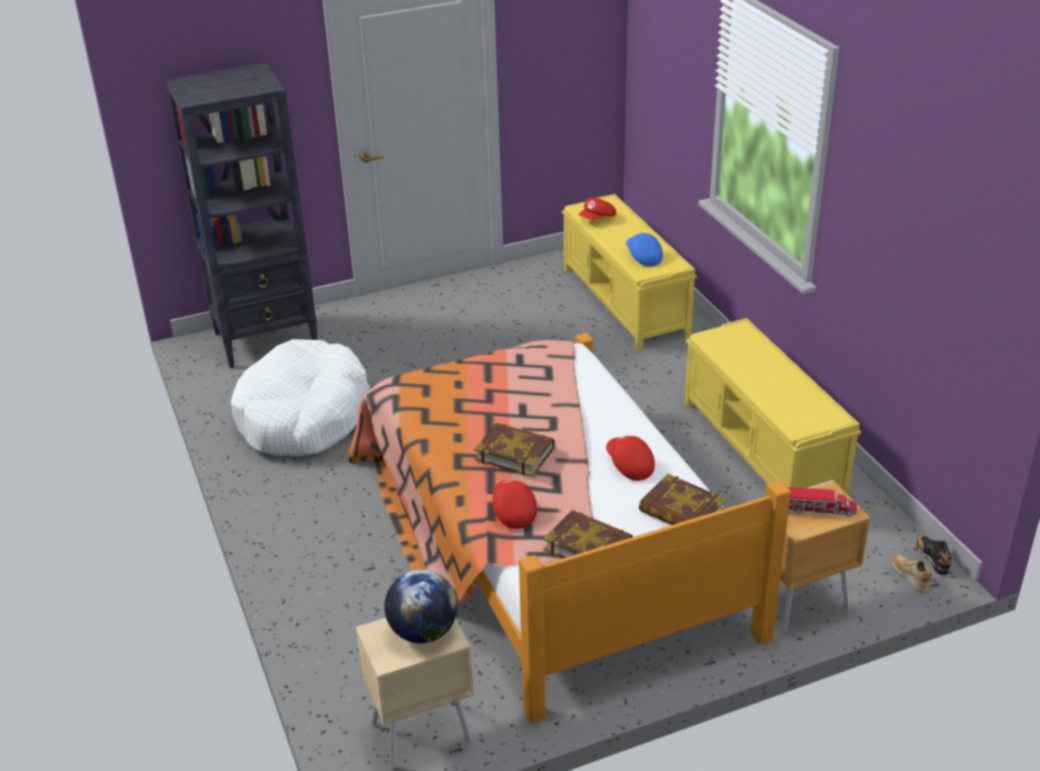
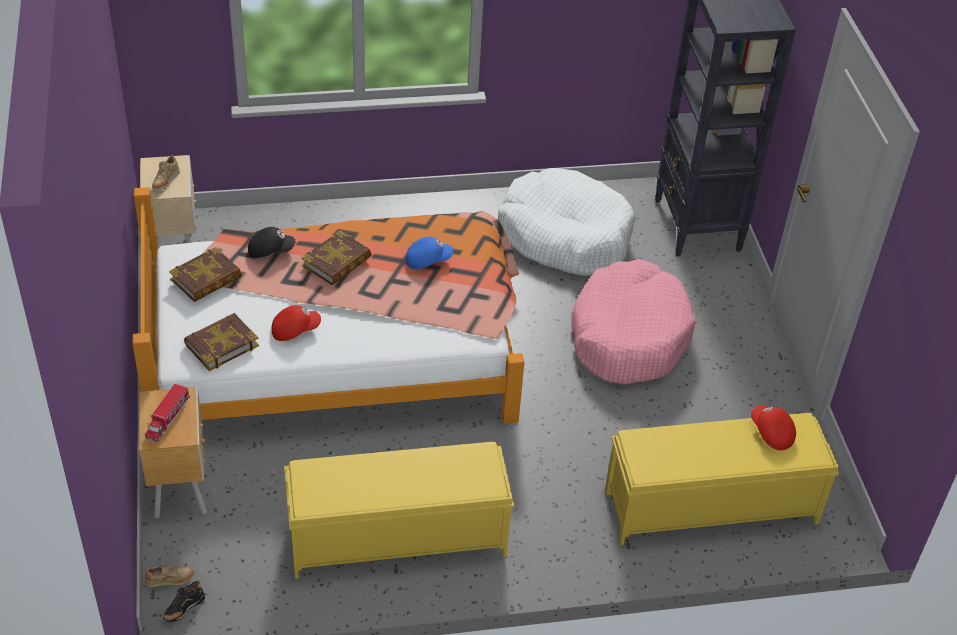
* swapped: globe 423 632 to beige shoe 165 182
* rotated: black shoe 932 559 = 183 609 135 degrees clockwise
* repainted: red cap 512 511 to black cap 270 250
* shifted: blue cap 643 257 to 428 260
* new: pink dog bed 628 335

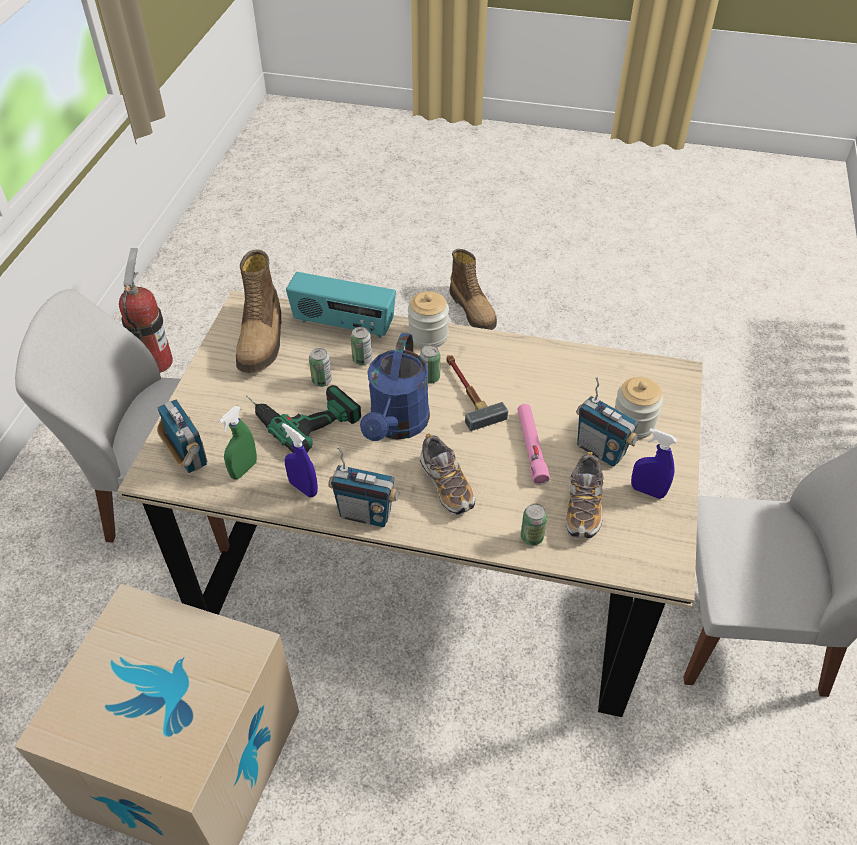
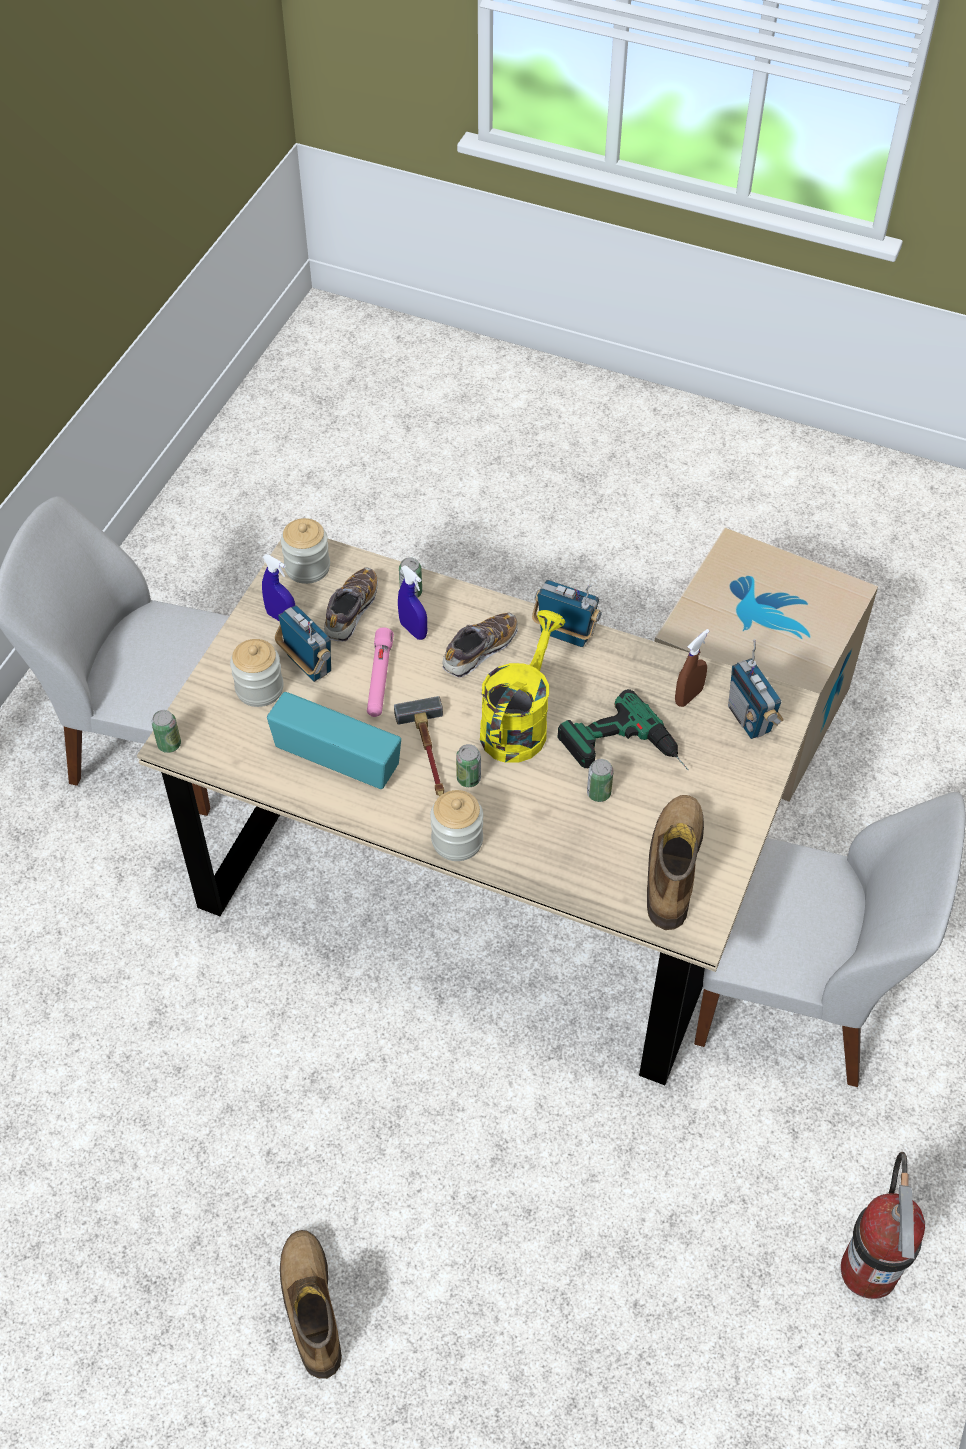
* shifted: can 362 359 to 169 744
* shifted: radio 343 325 to 338 759
* new: jar 307 567
* shifted: blue spray bottle 303 488 to 413 630
* rotated: shoe 446 485 = 479 651 60 degrees clockwise
* repainted: blue watering can 397 426 to yellow watering can 518 723
* repainted: green spray bottle 243 469 to brown spray bottle 688 696

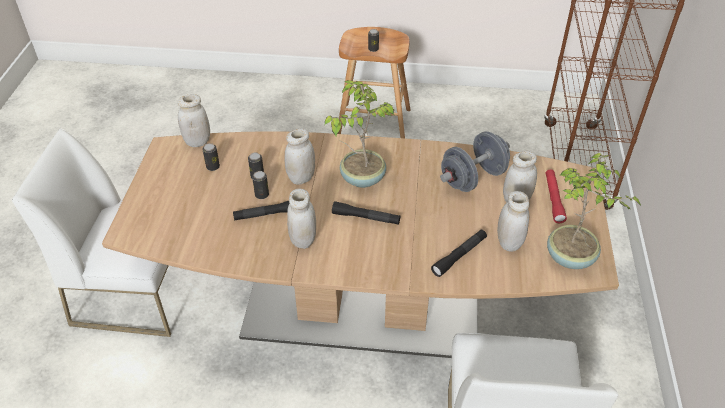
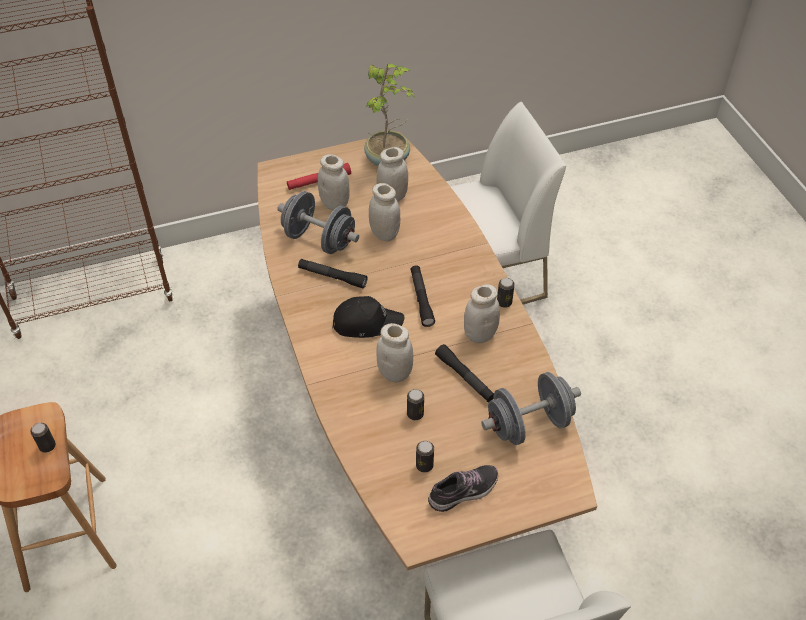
* shifted: black flashlight 459 256 to 332 277
* swapped: potted plant 361 178 to black cap 366 322
* shifted: white jar 197 142 to 384 234
* new: shoe 463 491
* new: grey dumbbell 528 424
* shifted: can 262 195 to 504 302

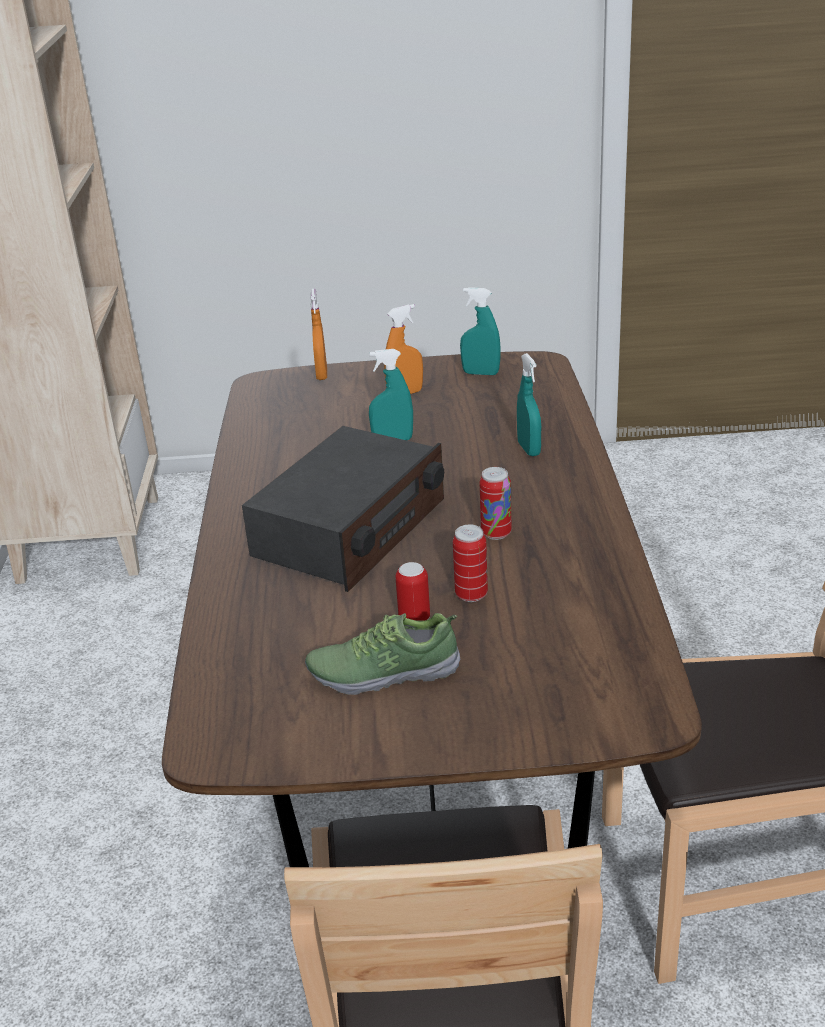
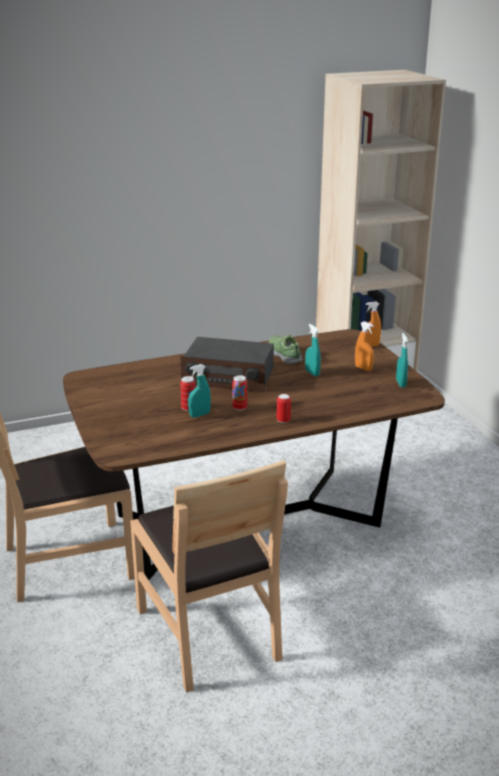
* shifted: turquoise spray bottle 529 449 to 199 415
* shifted: shoe 383 672 to 284 355
* shifted: can 414 618 to 283 420

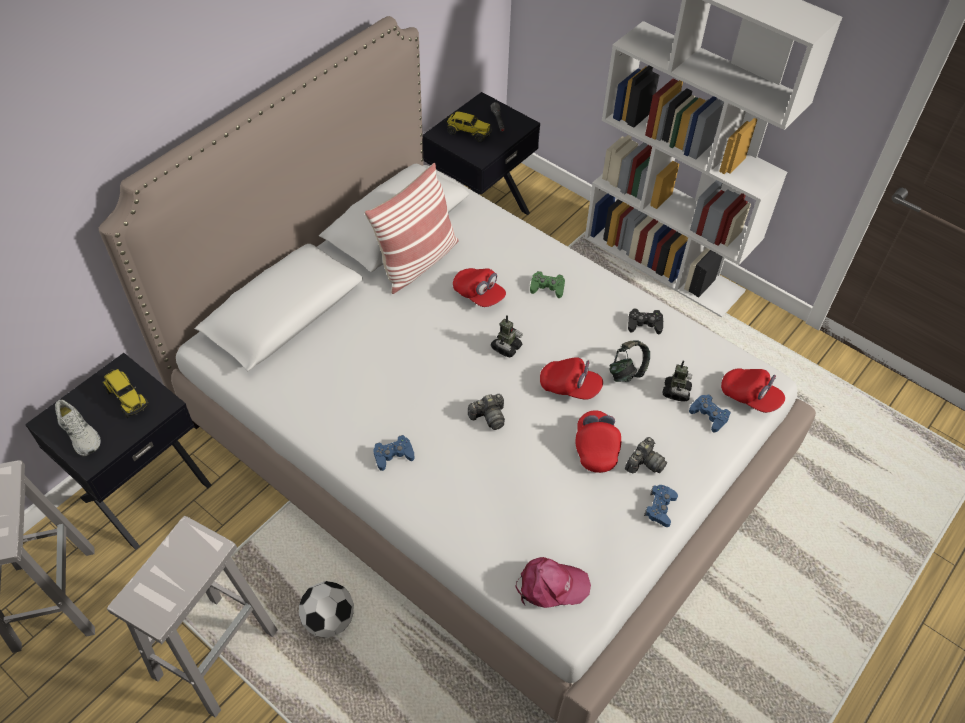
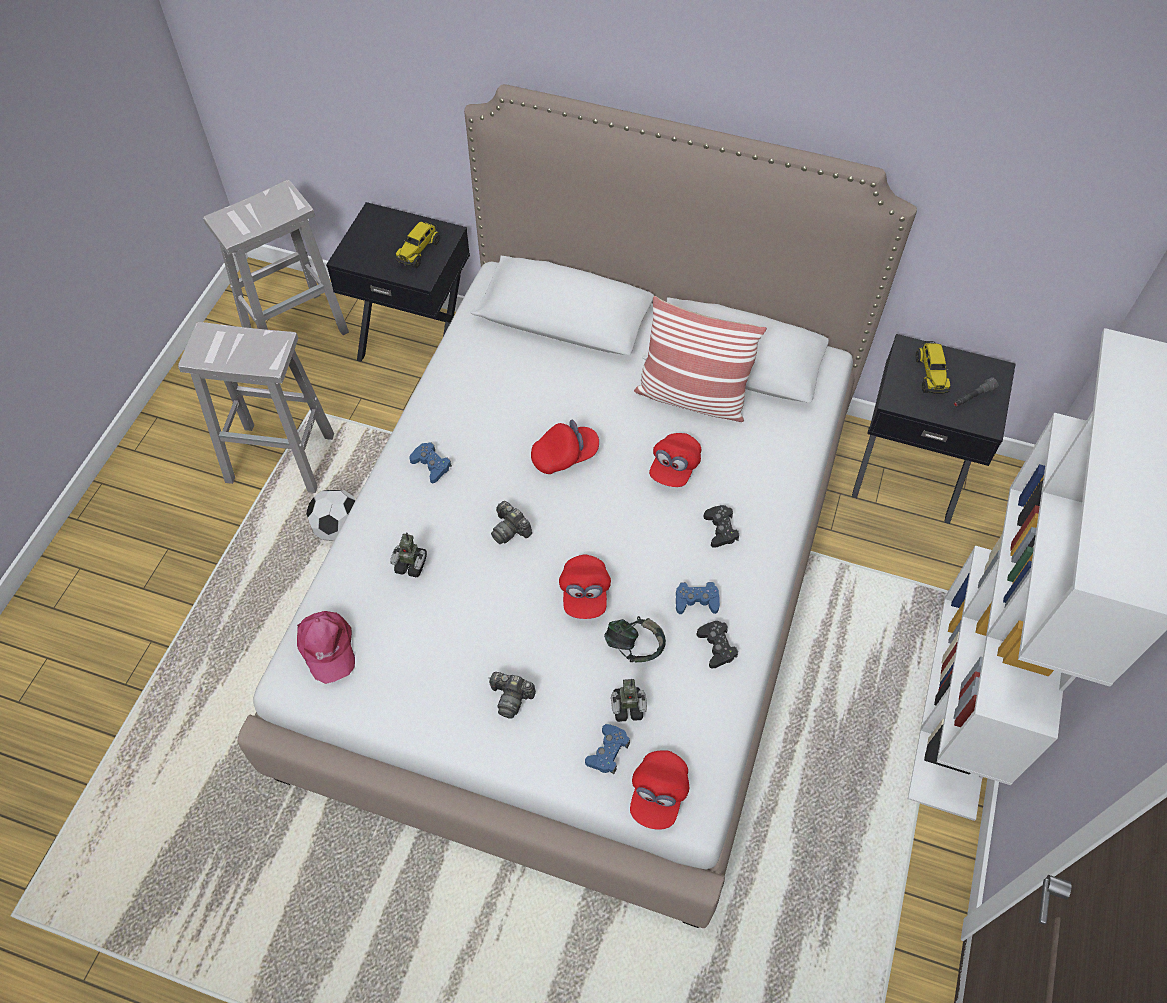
* shifted: toy robot 506 347 to 411 564
* shifted: red cap 596 447 to 565 456
* shifted: blue game controller 660 508 to 696 601
* repainted: green game controller 547 287 to black game controller 720 529
* gone: white shoe 80 433

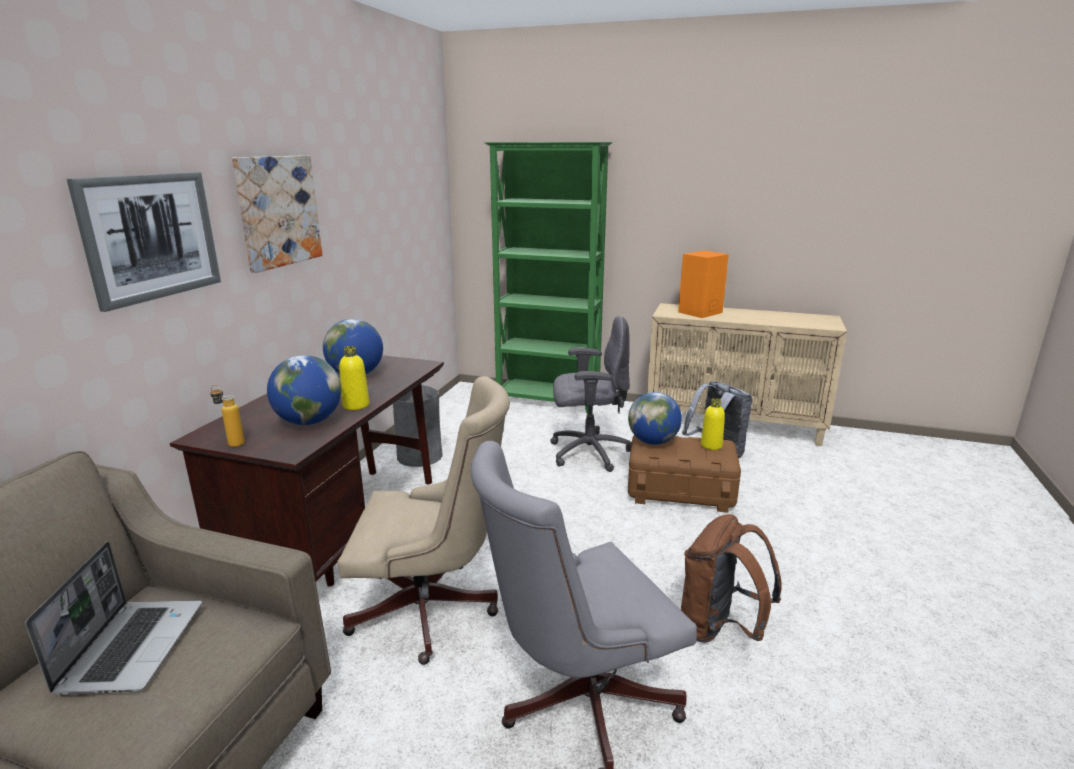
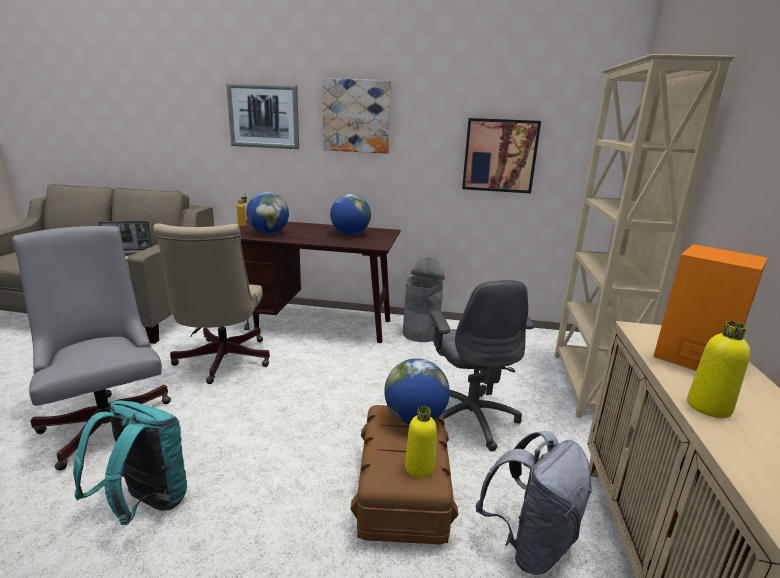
* repainted: brown backpack 720 629 to turquoise backpack 145 504
* new: picture 499 155
* repainted: green bookcase 548 401 to beige bookcase 587 386
* shifted: yellow bottle 356 405 to 708 407

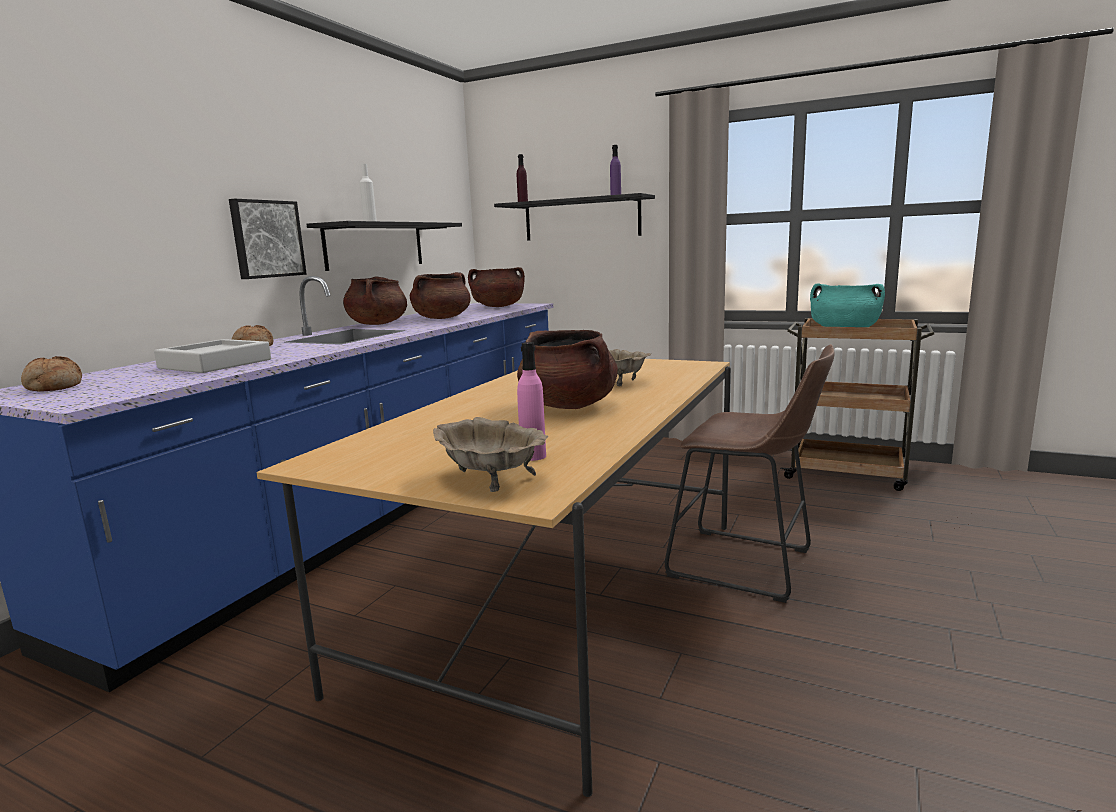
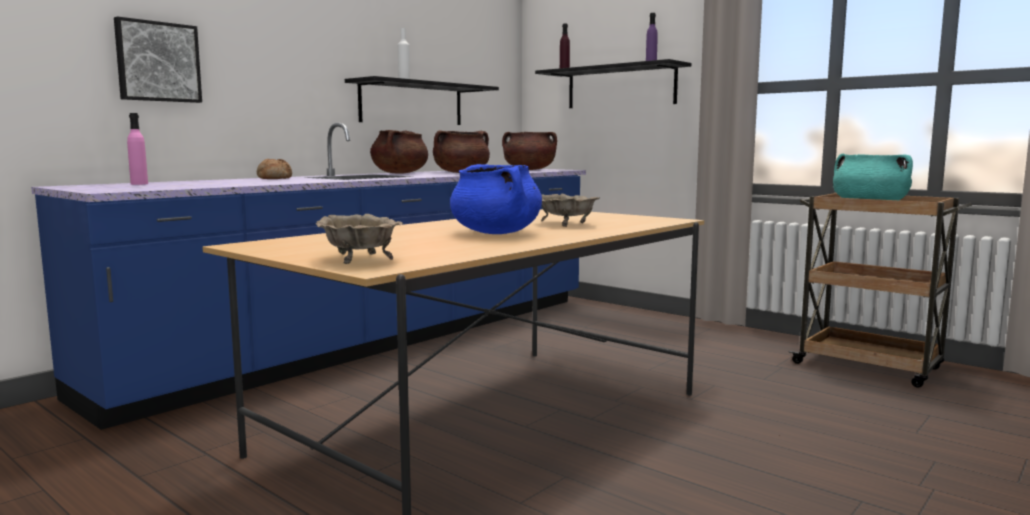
* shifted: picture 266 239 to 157 62
* shifted: pink bottle 533 456 to 139 184
* repainted: brown cooking pot 569 406 to blue cooking pot 496 233
* gone: bread 53 387
* gone: grey tray 215 364
* gone: brown stool 748 566

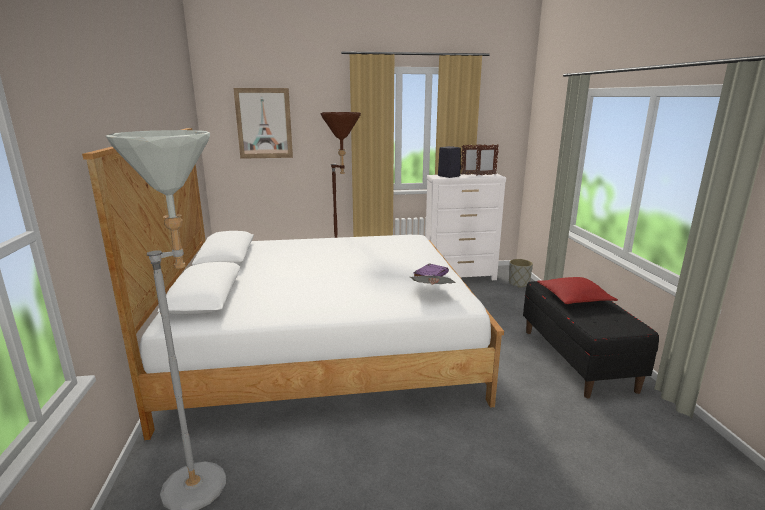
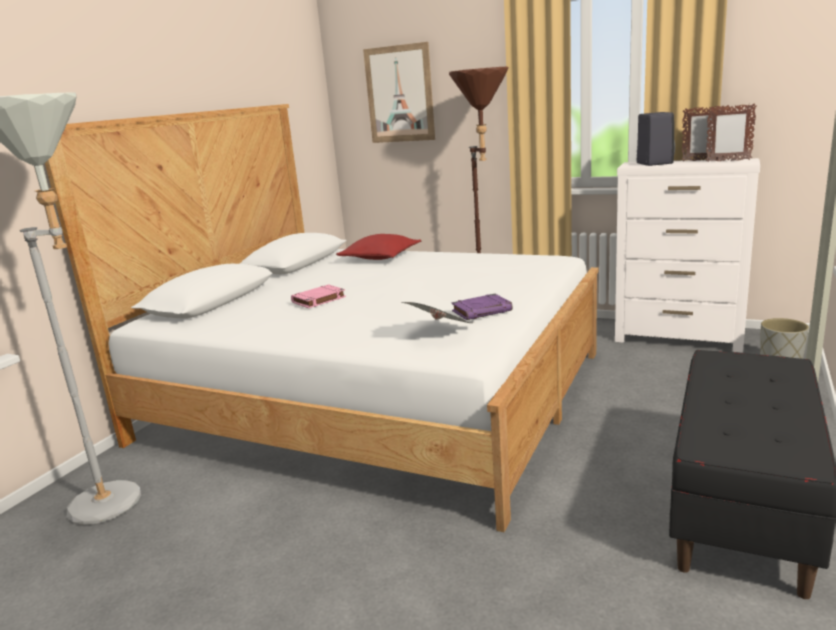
* new: pink book 318 300
* shifted: red pillow 574 298 to 380 257

